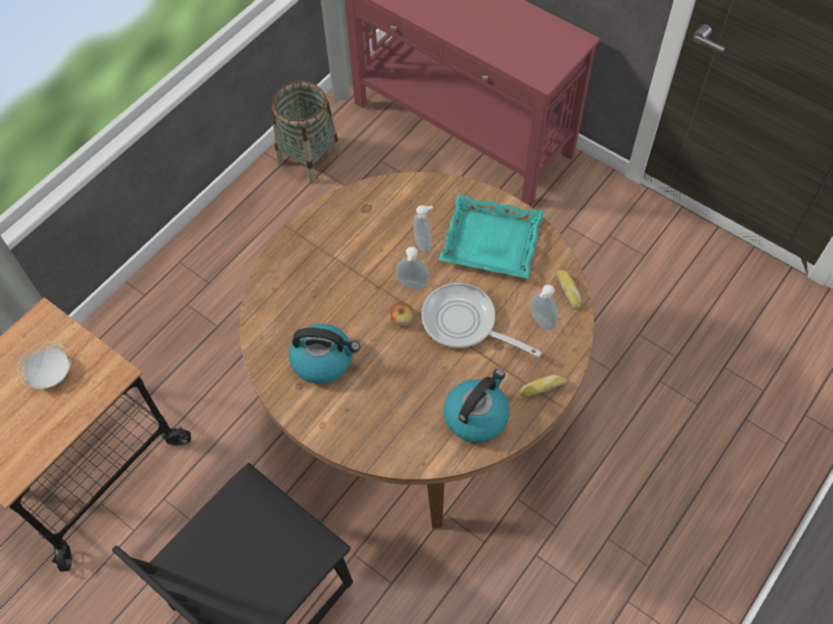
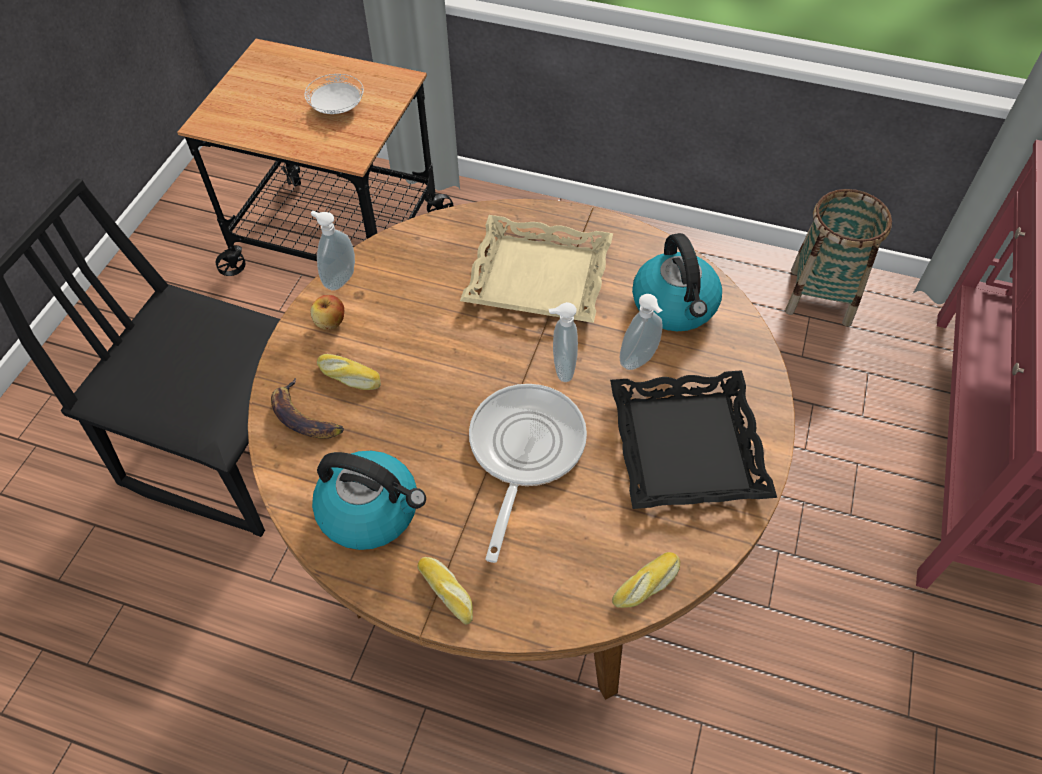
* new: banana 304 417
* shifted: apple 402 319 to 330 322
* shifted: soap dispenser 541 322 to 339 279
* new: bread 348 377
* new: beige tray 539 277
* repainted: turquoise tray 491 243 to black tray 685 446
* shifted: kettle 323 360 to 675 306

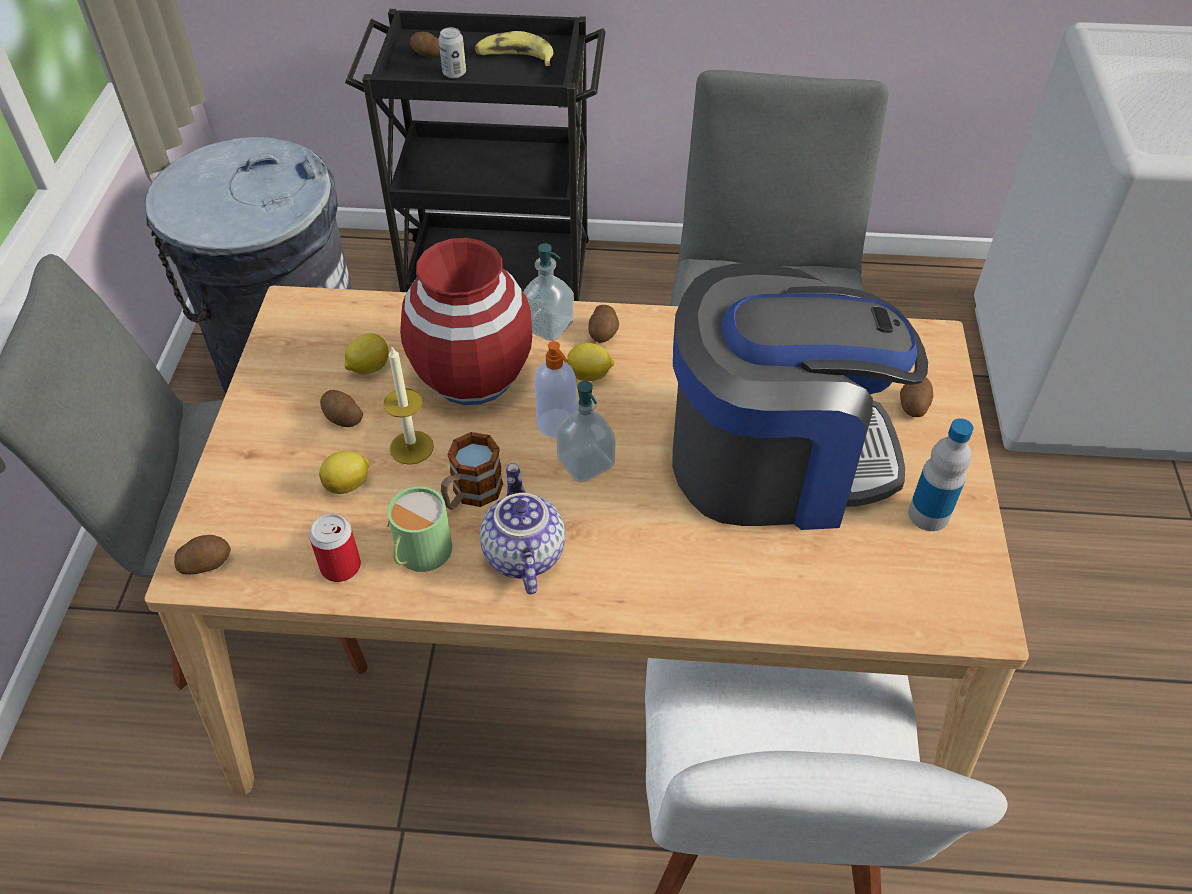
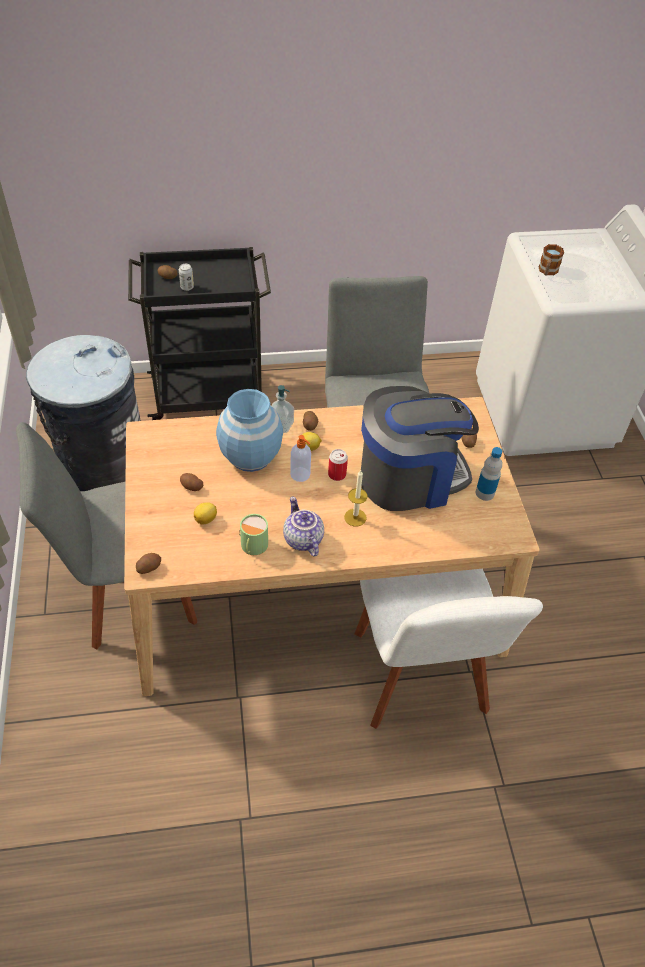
* repainted: red vase 473 375 to blue vase 250 456
* shifted: can 340 566 to 337 474
* shifted: candle 411 447 to 355 517
* shifted: mug 470 494 to 547 272
* gone: lemon 368 368
* gone: banana 515 59
* gone: soap dispenser 585 463

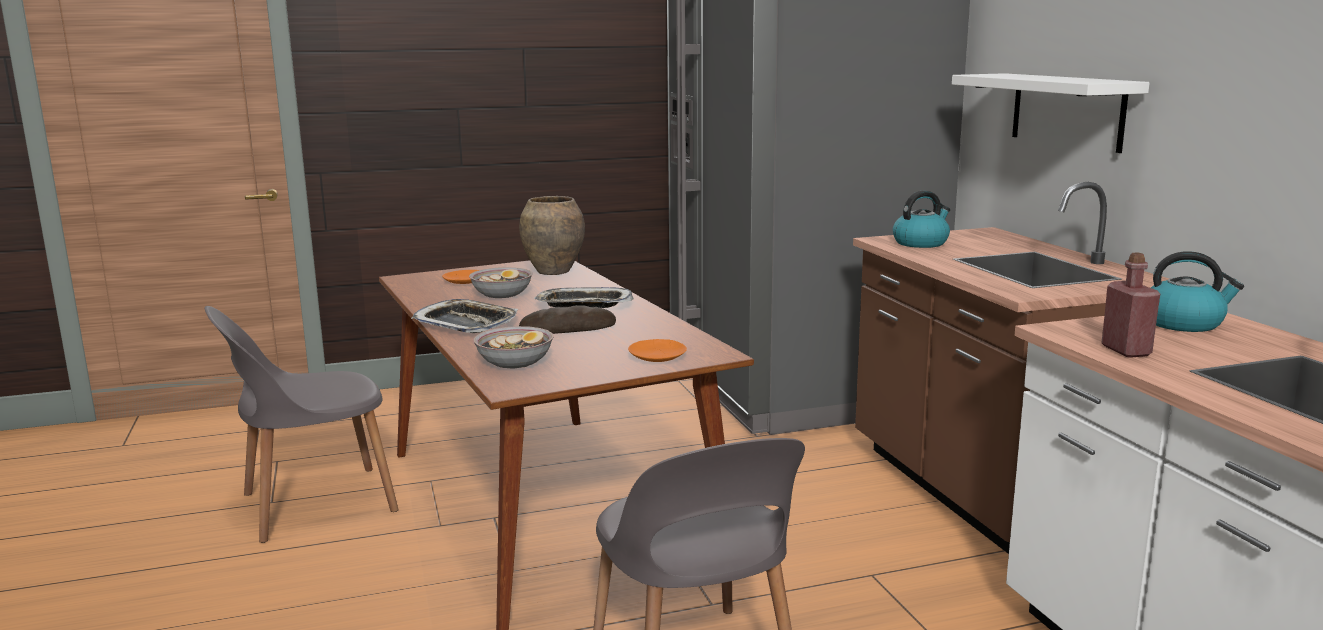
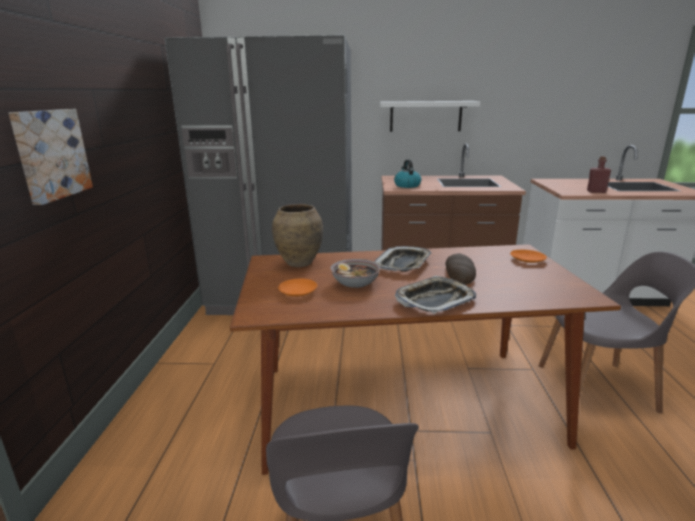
* new: picture 50 154
* gone: bowl 514 363
* gone: kettle 1183 323

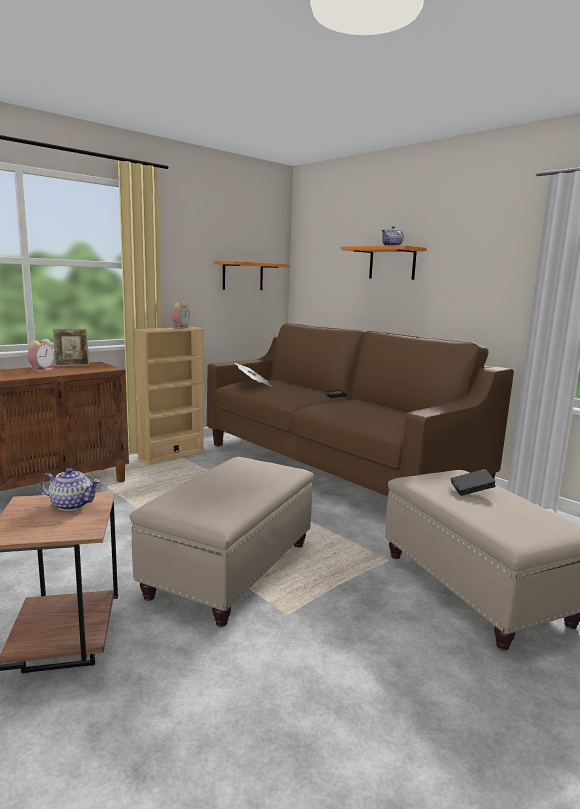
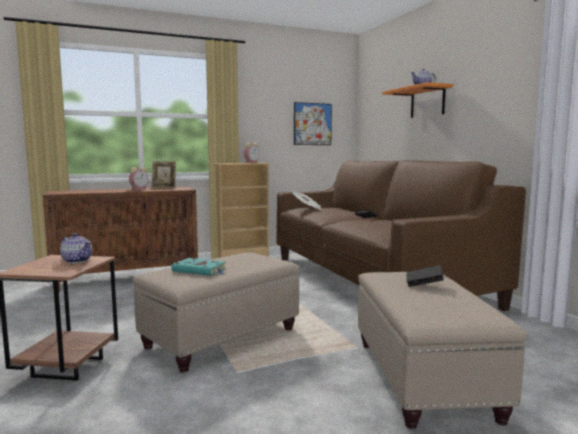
* new: turquoise book 200 270
* swapped: orange shelf 243 276 to picture 312 124

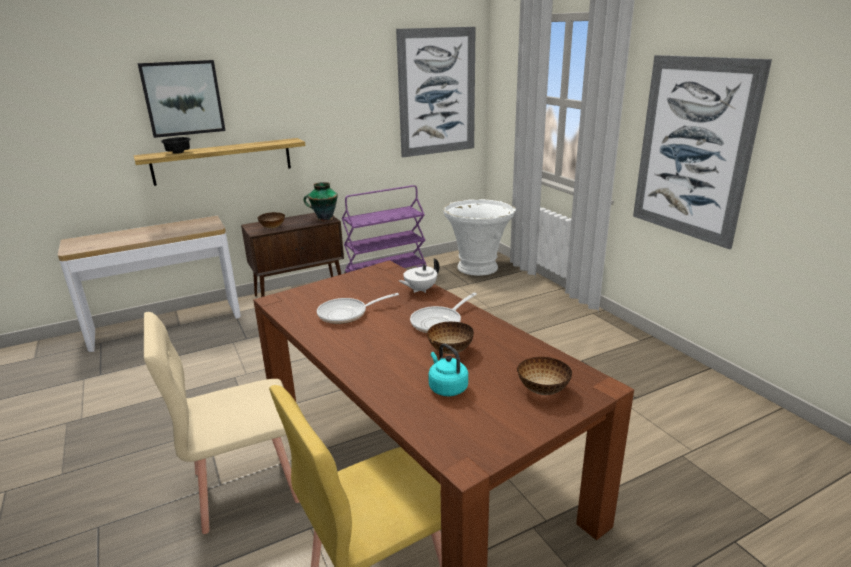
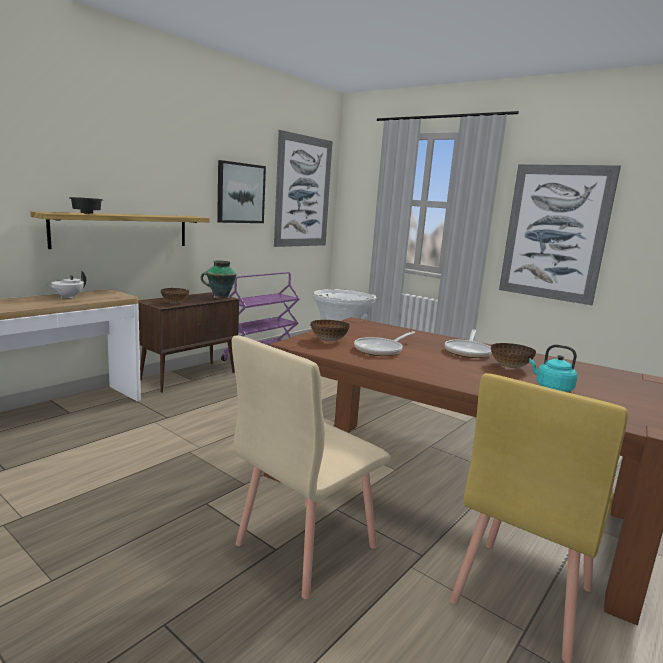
* shifted: white teapot 420 290 to 67 297
* shifted: picture 183 98 to 240 193
* shifted: bowl 543 390 to 329 340

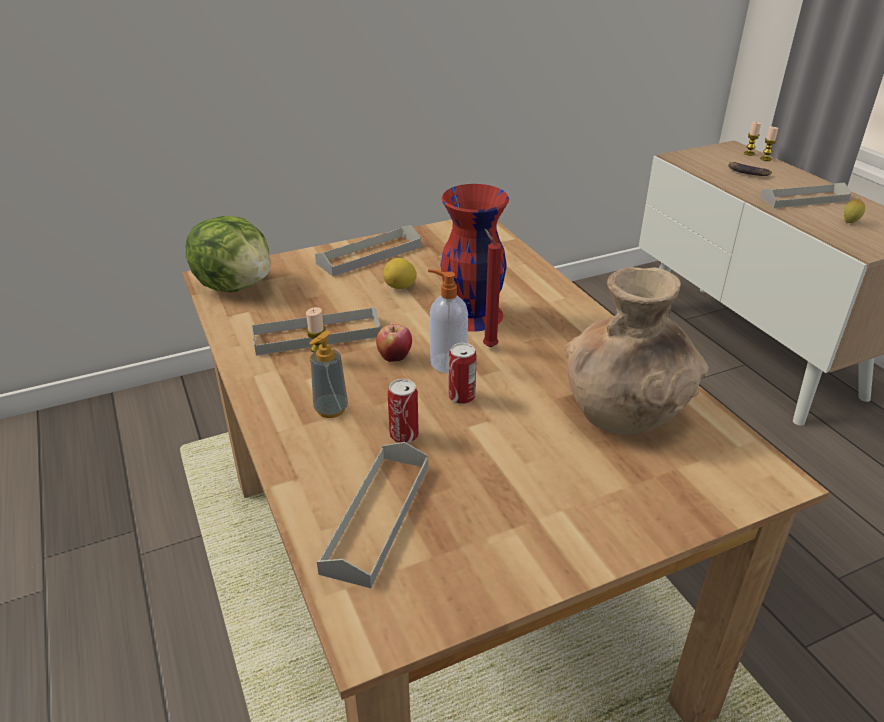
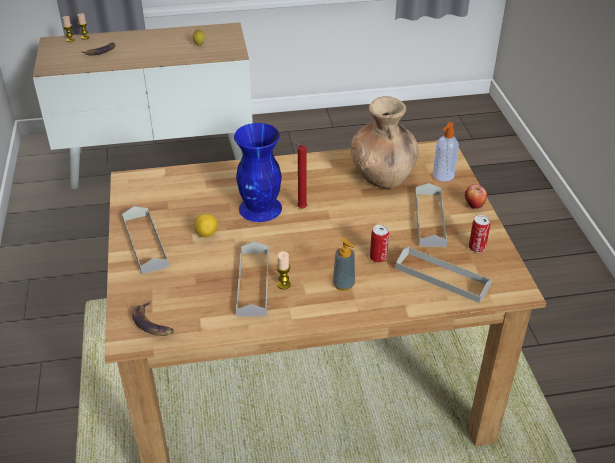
* swapped: lettuce 236 285 to banana 152 323
* repainted: red vase 470 314 to blue vase 260 209
* shifted: grey tray 803 199 to 430 219
* shifted: soap dispenser 447 362 to 442 175
* shifted: apple 394 358 to 474 205
* shifted: can 461 397 to 477 247

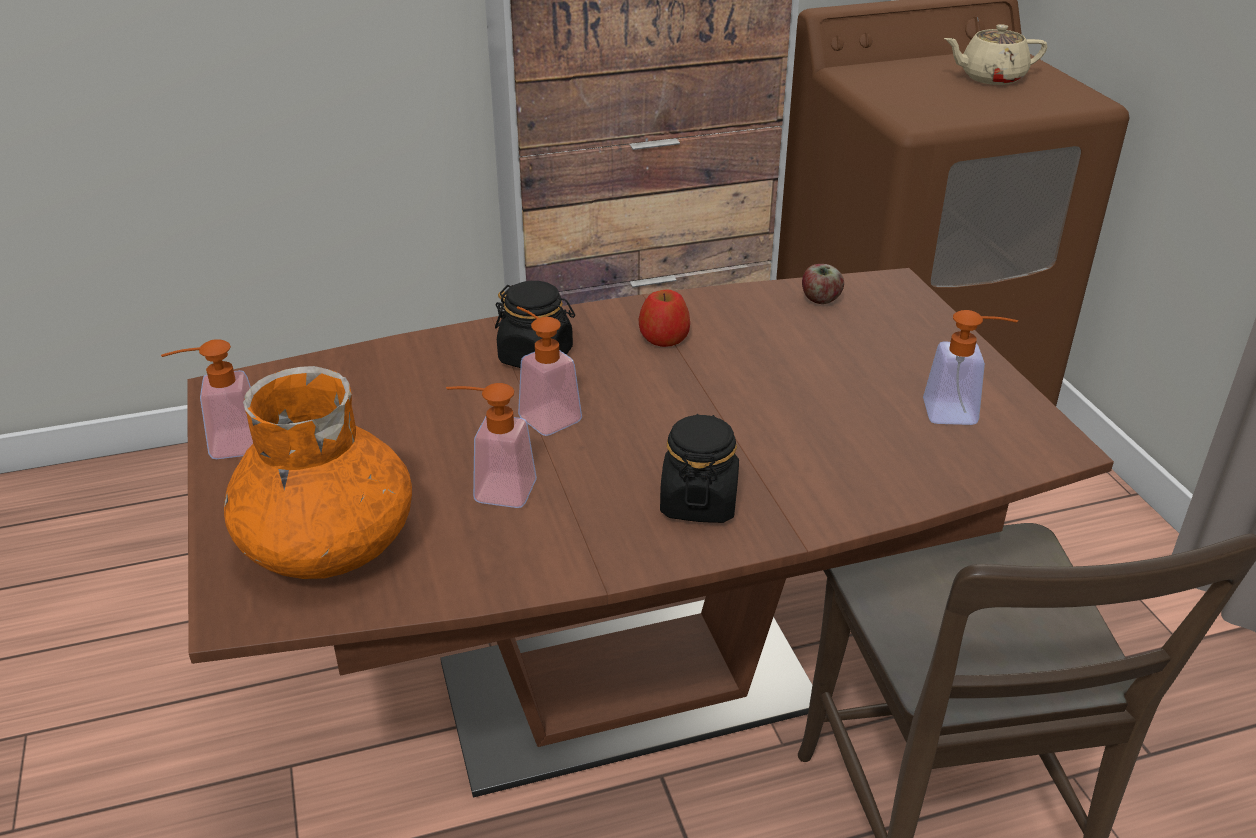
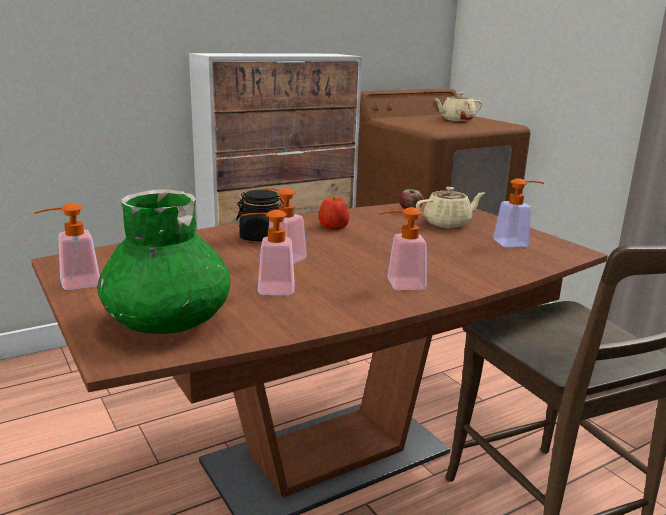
* repainted: orange vase 328 543 to green vase 168 321
* swapped: black jar 698 502 to soap dispenser 398 285
* new: beige teapot 448 224

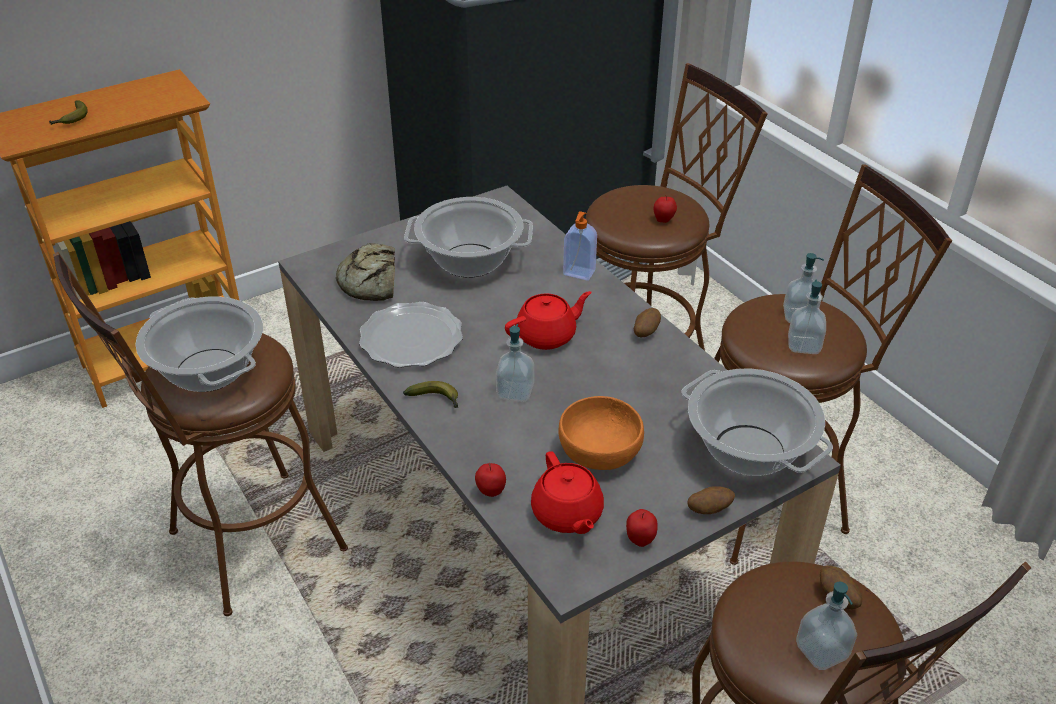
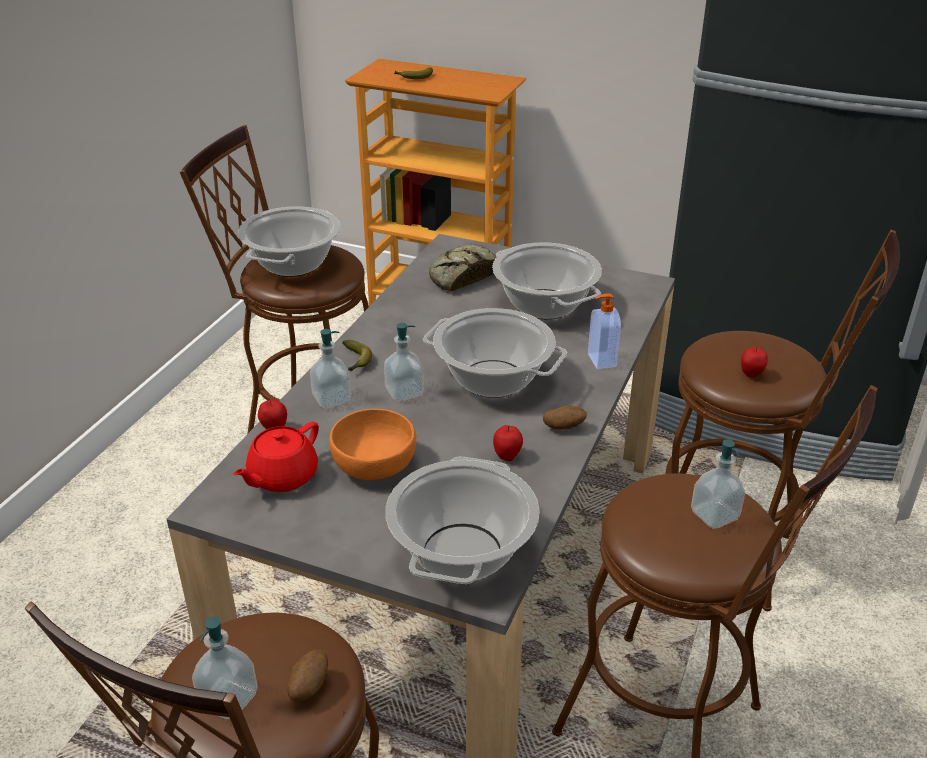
* shifted: soap dispenser 803 345 to 331 399
* swapped: red teapot 547 336 to cooking pot 494 379
* shifted: apple 640 540 to 507 456
* gone: plate 411 338
* gone: potato 709 509

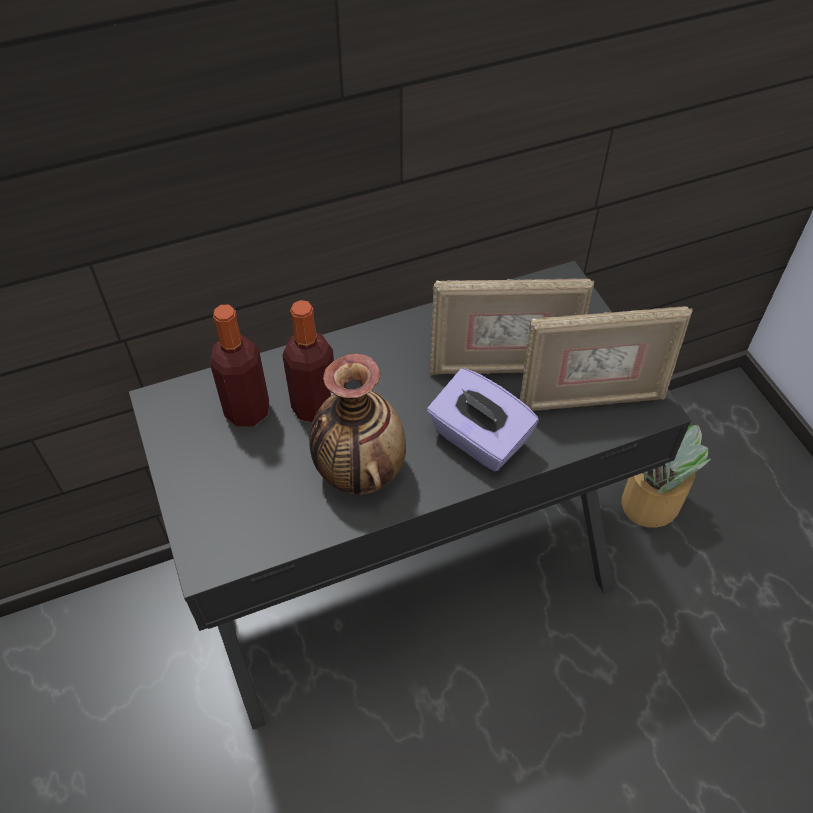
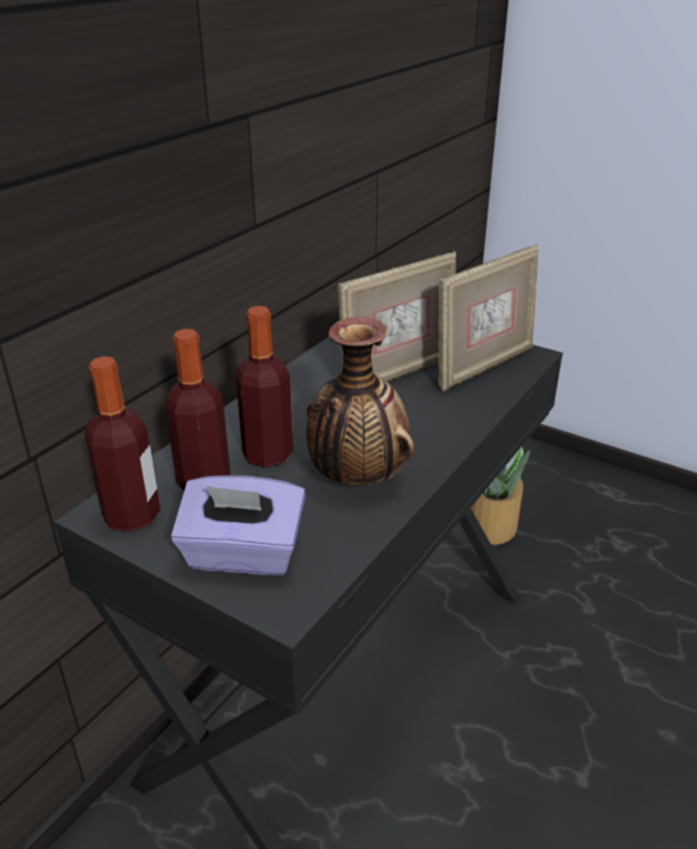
* new: bottle 132 516
* shifted: purple tissue box 478 439 to 243 555

